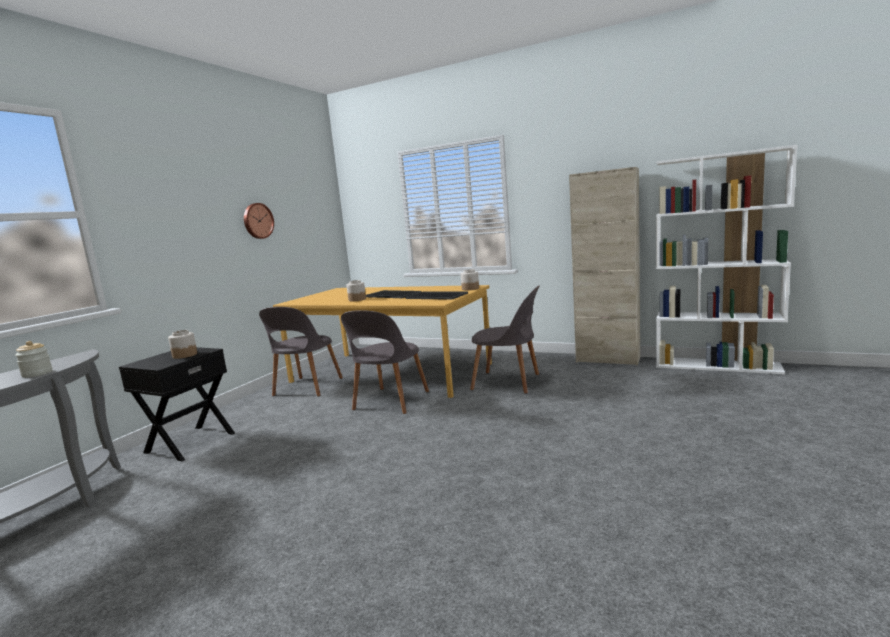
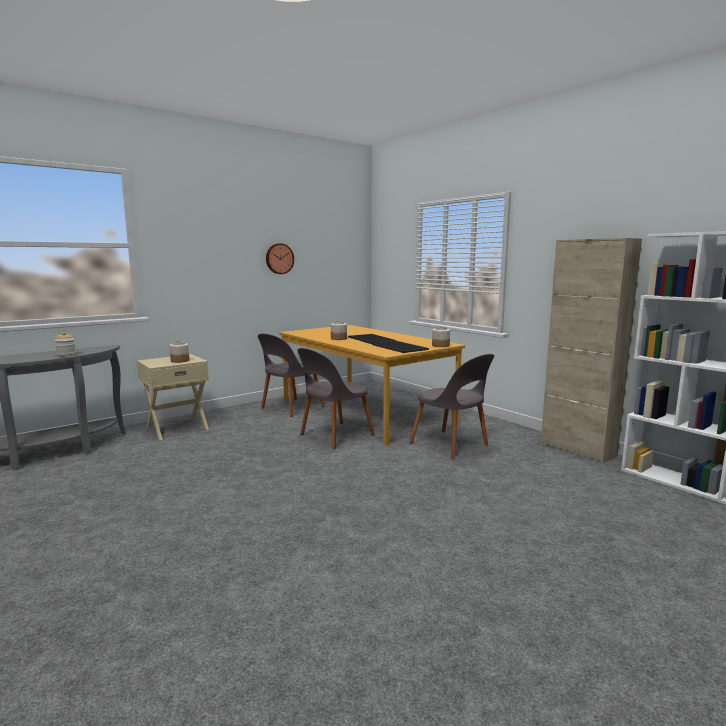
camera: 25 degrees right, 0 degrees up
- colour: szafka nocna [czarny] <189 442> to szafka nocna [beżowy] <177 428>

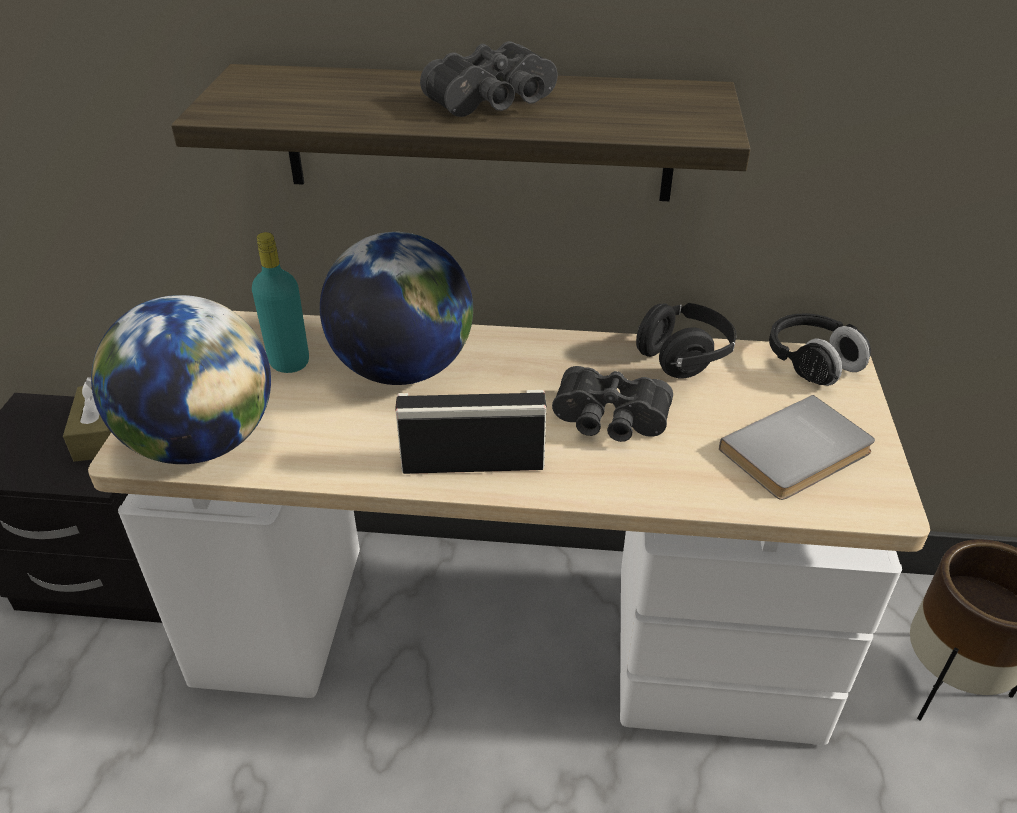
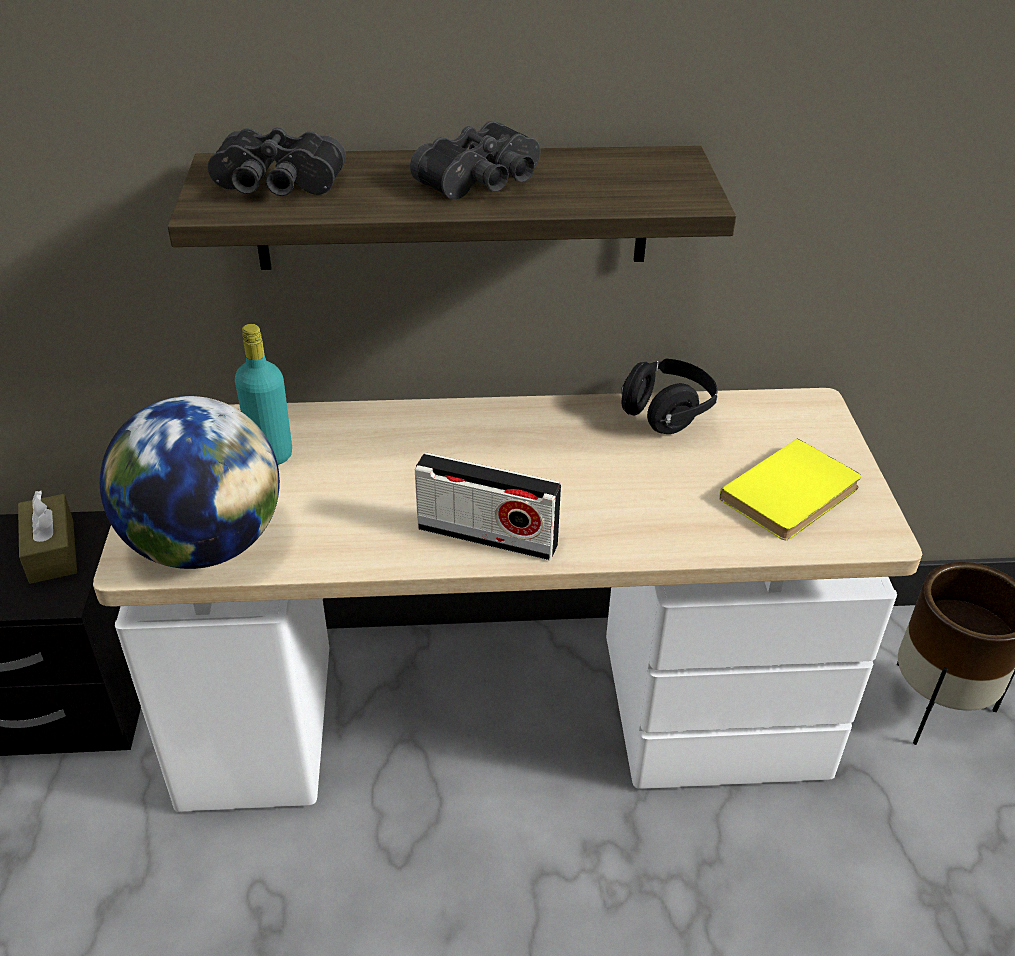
camera: 10 degrees left, 0 degrees up
- missing: globus <402 369>
- missing: słuchawki [czarny] <812 364>
- relocated: lornetka [czarny] <609 421> to <276 186>
- spun: radio <473 462> = <487 536> 150 degrees counterclockwise
- colour: książka [szary] <799 453> to książka [żółty] <794 495>

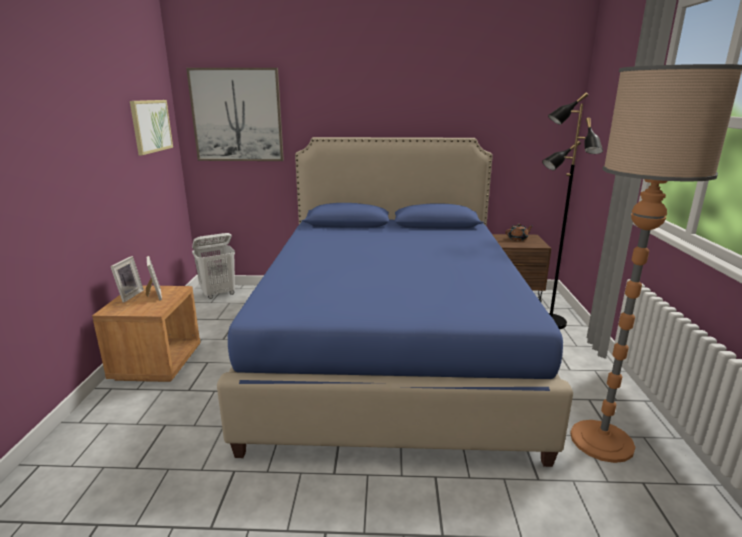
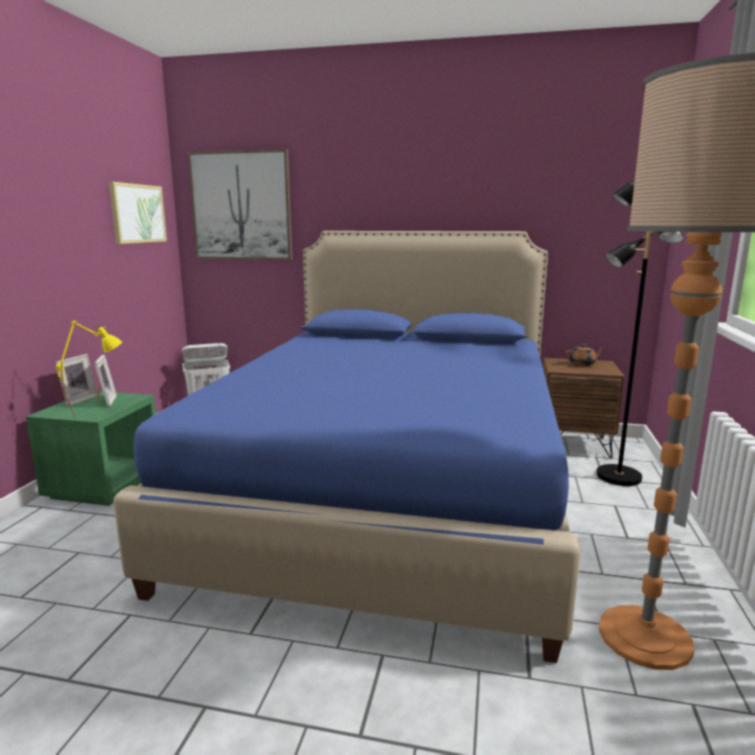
camera: 10 degrees right, 5 degrees down
- colour: szafka nocna [brązowy] <157 363> to szafka nocna [zielony] <105 485>
- appeared: lampa stołowa [żółty] <97 412>

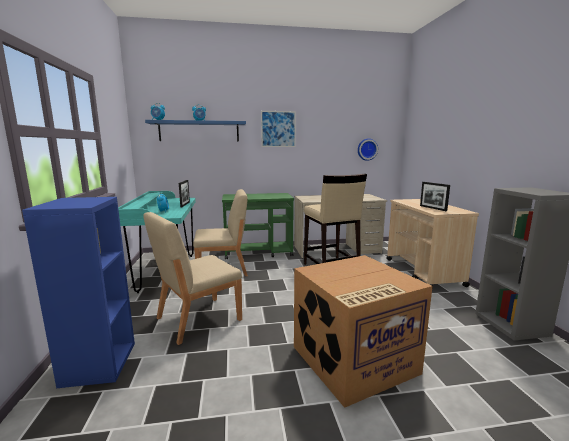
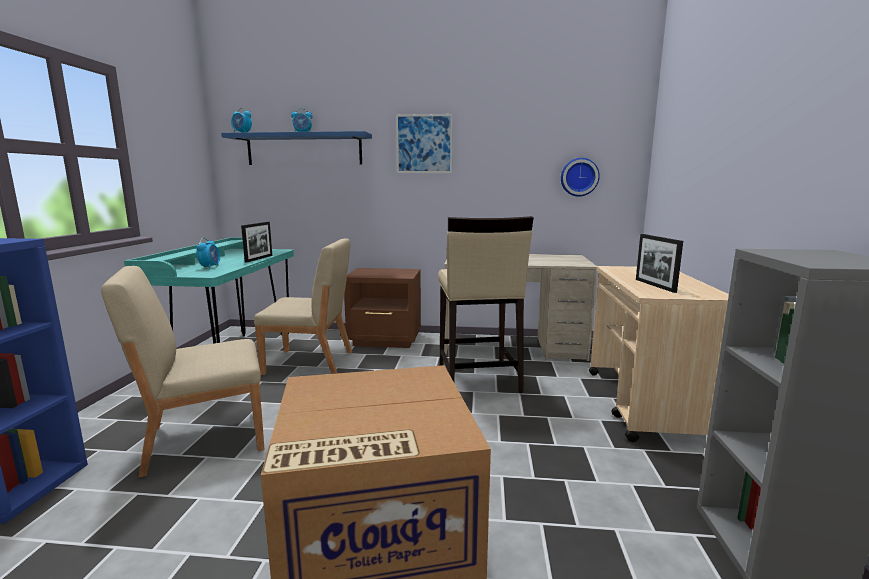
camera: 15 degrees right, 0 degrees up
- exchanged: wózek [zielony] <258 252> to szafka nocna [brązowy] <386 340>

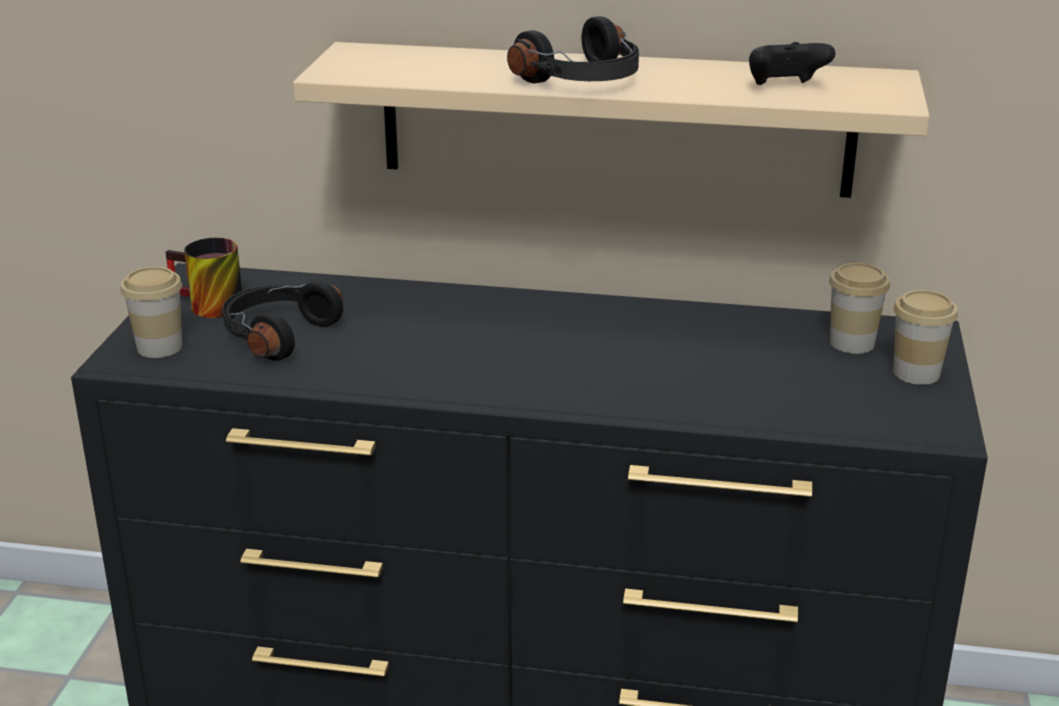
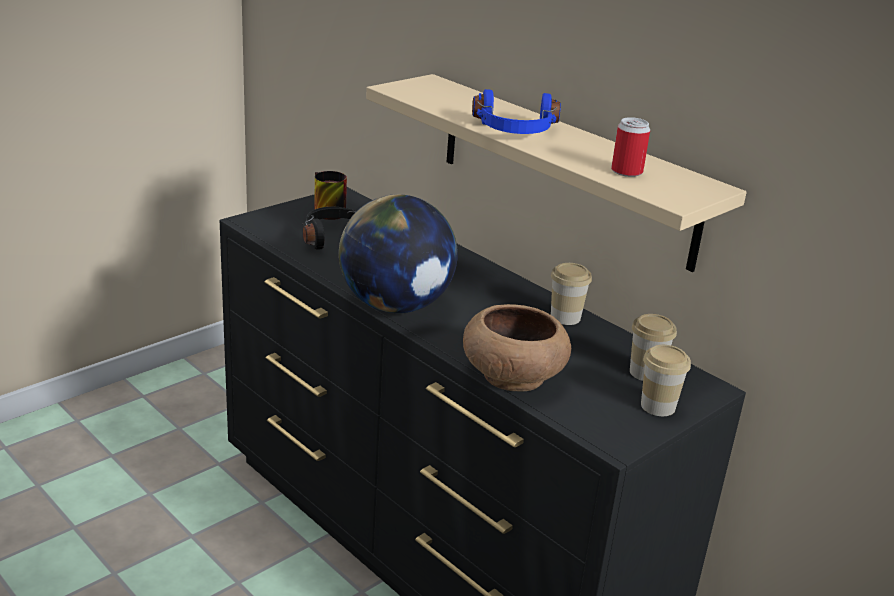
camera: 35 degrees right, 0 degrees up
- colour: słuchawki [czarny] <584 81> to słuchawki [niebieski] <515 131>
- exchanged: pad do gier [czarny] <785 87> to puszka <626 172>
- relocated: filiżanka <159 347> to <565 317>
- appeared: globus <396 305>
- appeared: miska [brązowy] <512 375>

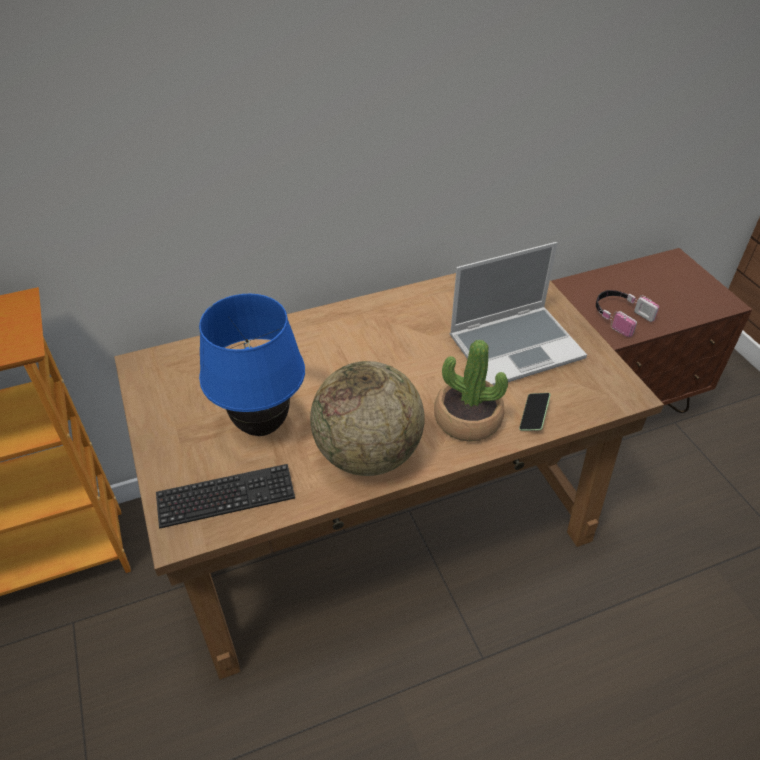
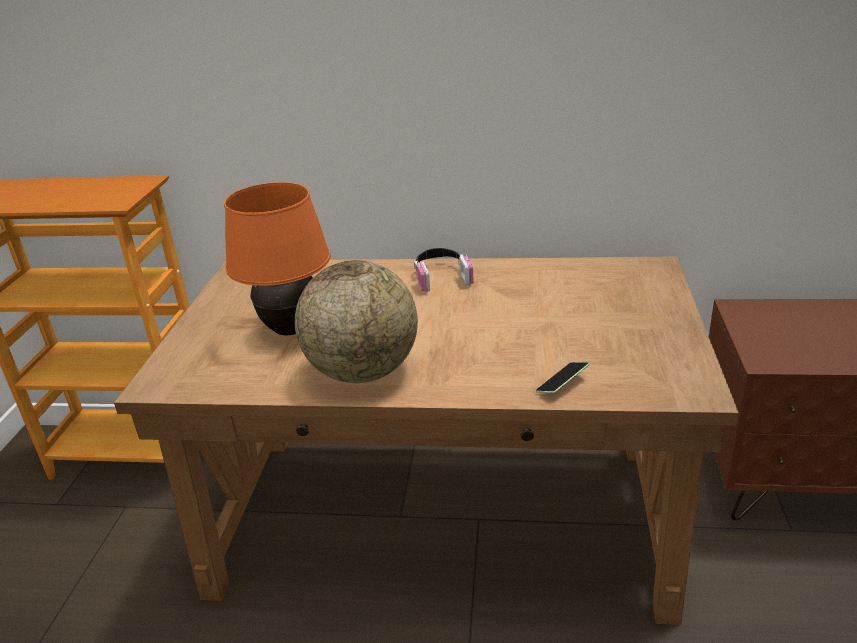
camera: 30 degrees right, 15 degrees down
- missing: laptop <516 346>
- relocated: słuchawki <620 316> to <441 276>
- colour: lampa stołowa [niebieski] <262 426> to lampa stołowa [pomarańczowy] <291 329>
- missing: roślina doniczkowa <467 419>
- missing: klawiatura <226 497>

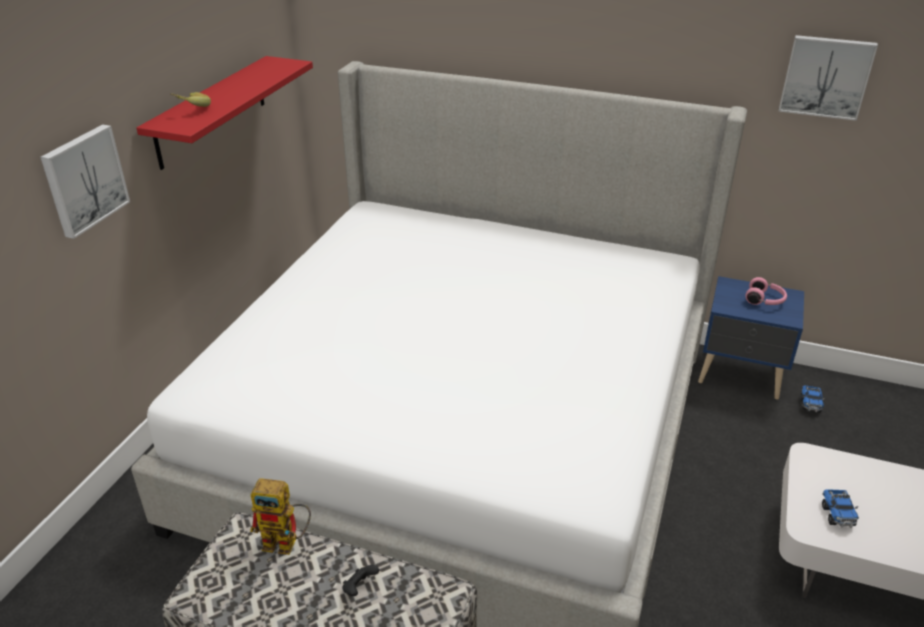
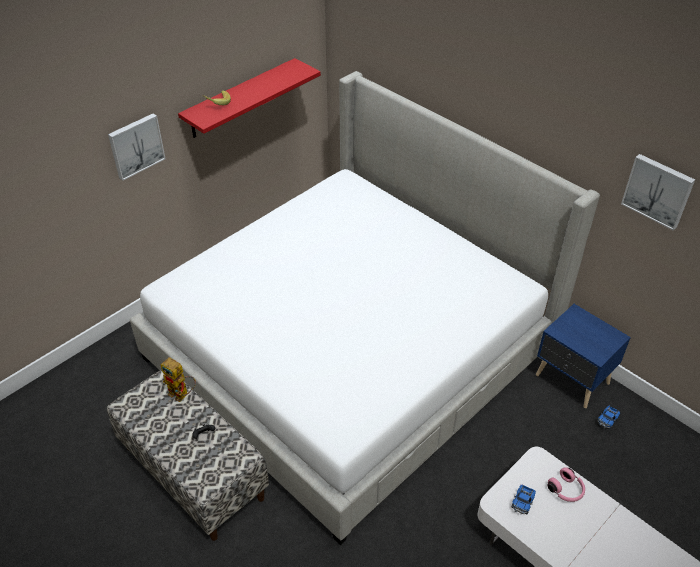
camera: 25 degrees right, 10 degrees up
- relocated: słuchawki [różowy] <765 300> to <566 490>

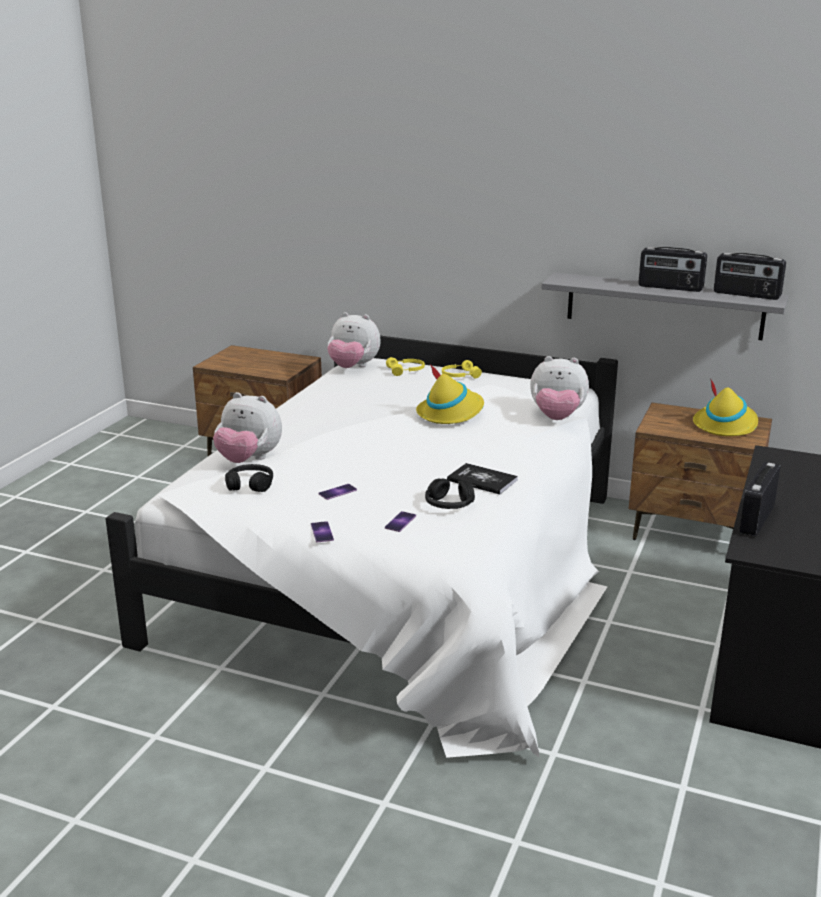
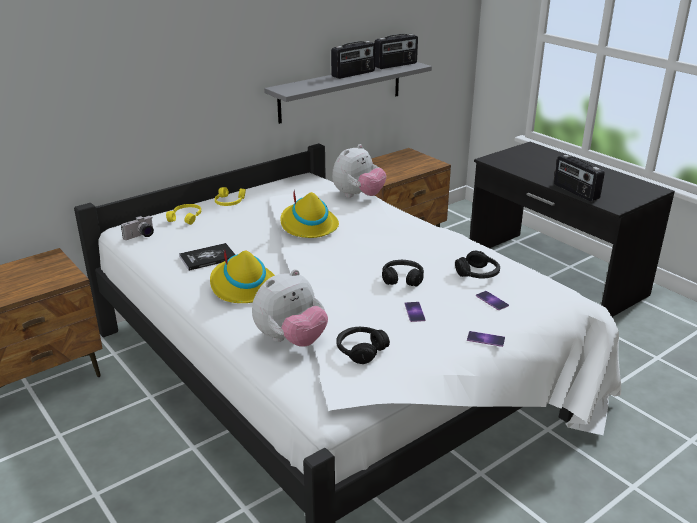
camera: 60 degrees left, 5 degrees up
- exchanged: pluszak <353 367> to aparat fotograficzny <140 236>
- relocated: kapelusz [żółty] <725 425> to <242 286>
- relocated: książka <482 480> to <208 258>
- appeared: słuchawki [czarny] <402 279>

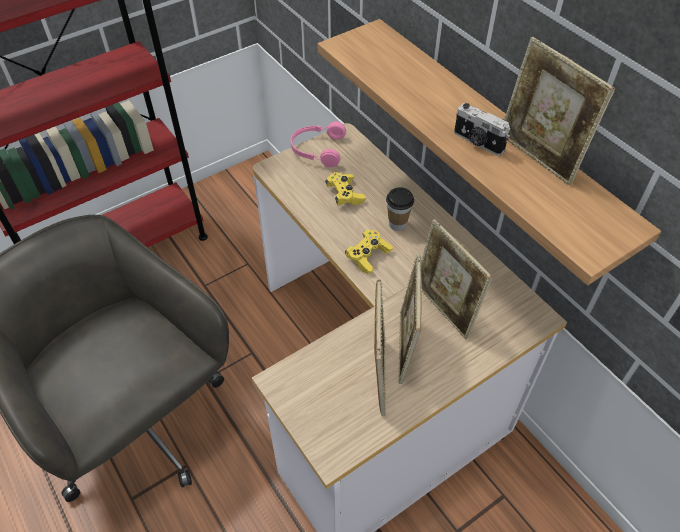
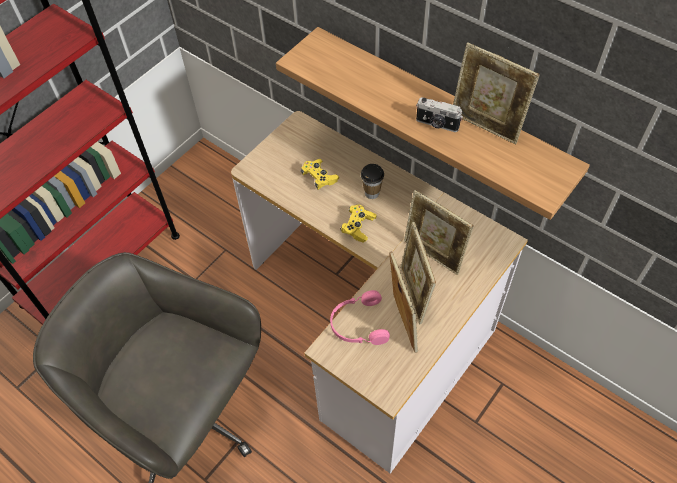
camera: 15 degrees left, 5 degrees up
- relocated: słuchawki [różowy] <317 150> to <358 324>

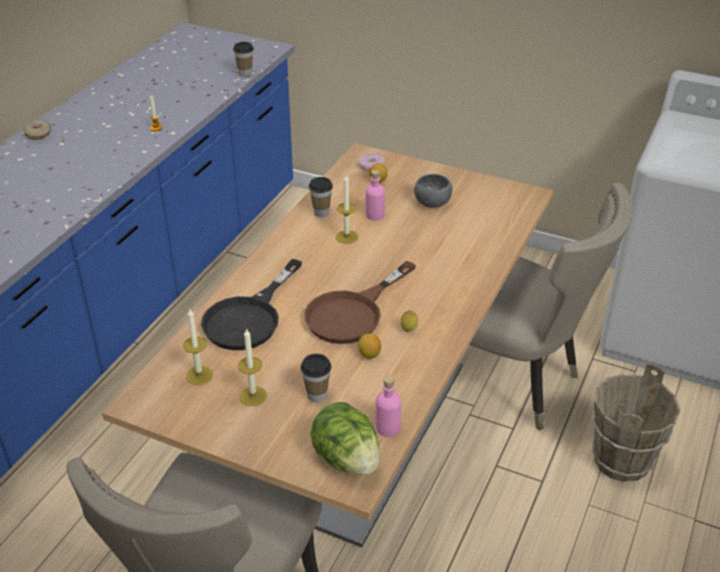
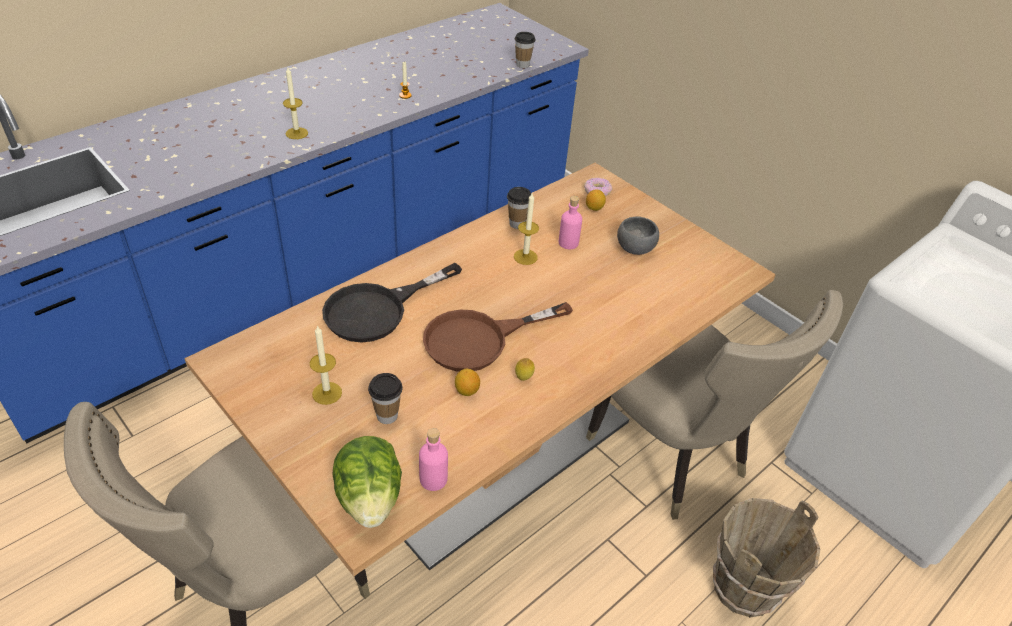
camera: 20 degrees right, 5 degrees up
- missing: donut <38 134>
- relocated: świeca <199 375> to <296 133>

